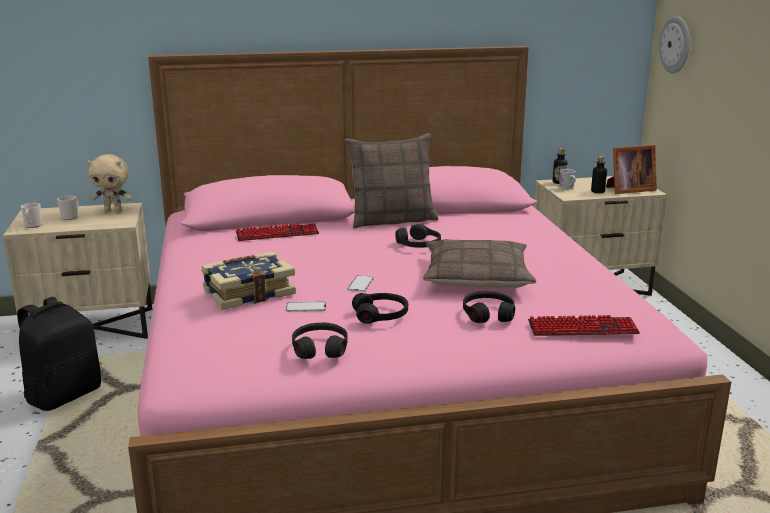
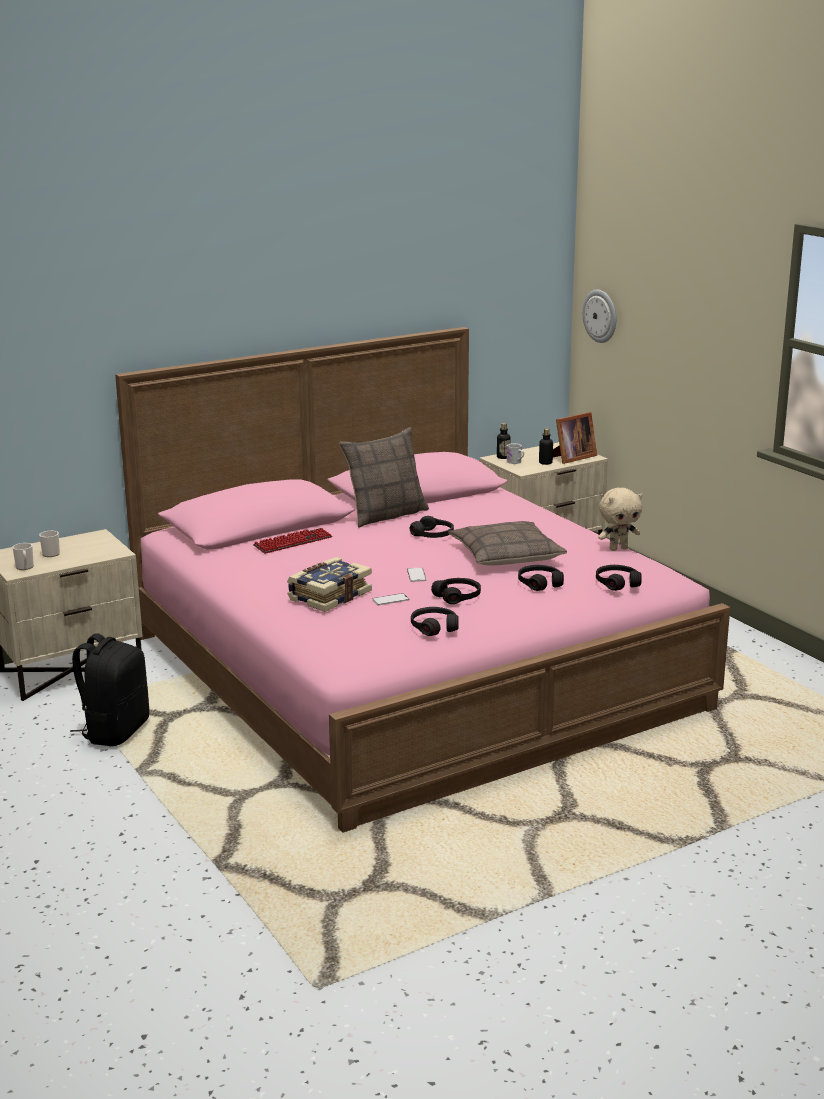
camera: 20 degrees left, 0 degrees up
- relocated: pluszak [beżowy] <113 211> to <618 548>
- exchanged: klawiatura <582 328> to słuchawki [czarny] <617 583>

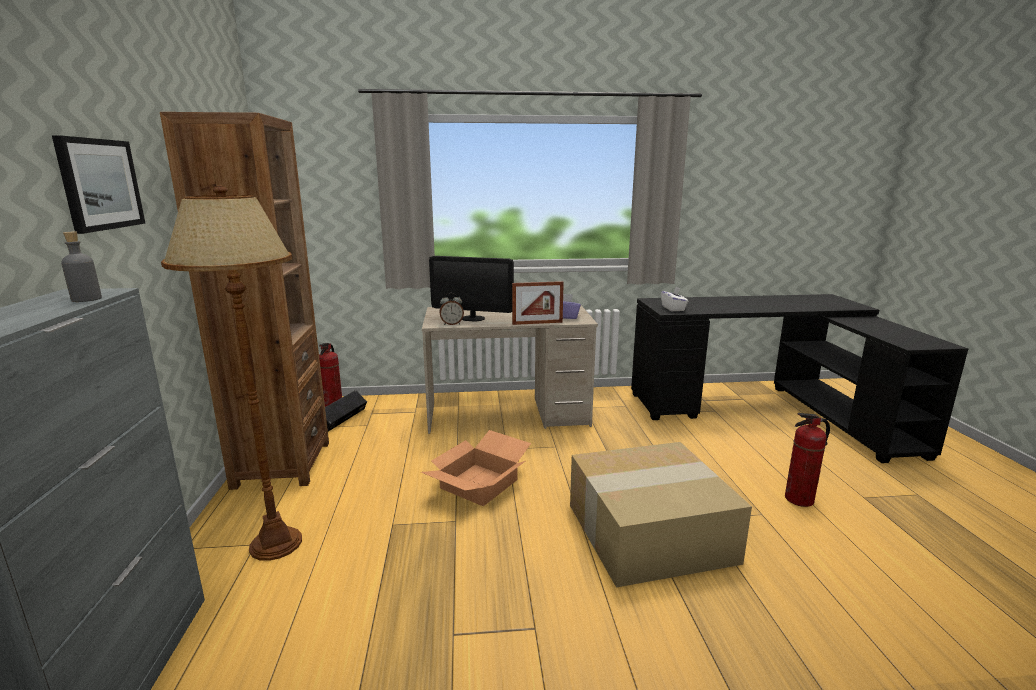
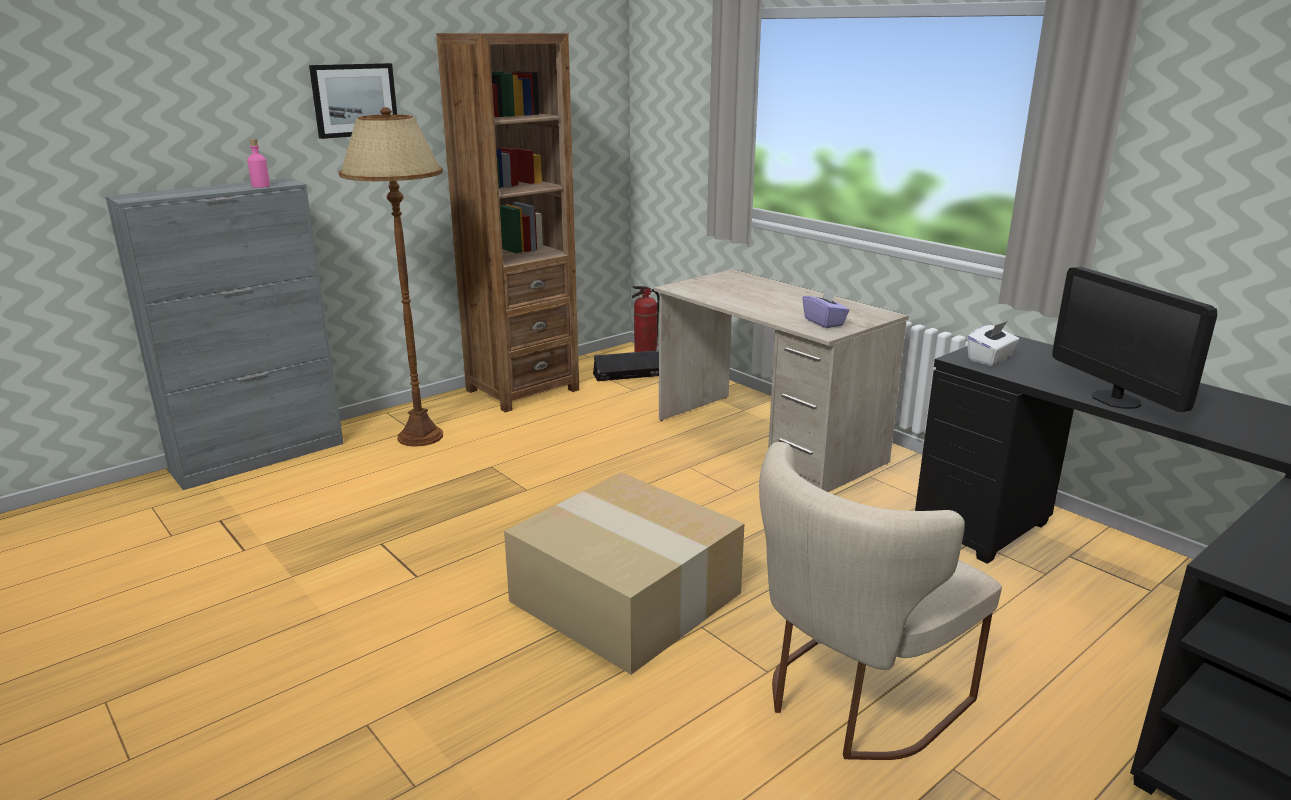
camera: 55 degrees right, 5 degrees up
- colour: butelka [szary] <86 299> to butelka [różowy] <261 186>
- relocated: monitor <473 318> to <1116 399>
- missing: ramka na zdjęcie <537 323>
- missing: budzik <452 324>
- exchanged: gaśnica <799 499> to krzesło [beżowy] <853 700>
- missing: karton <478 483>

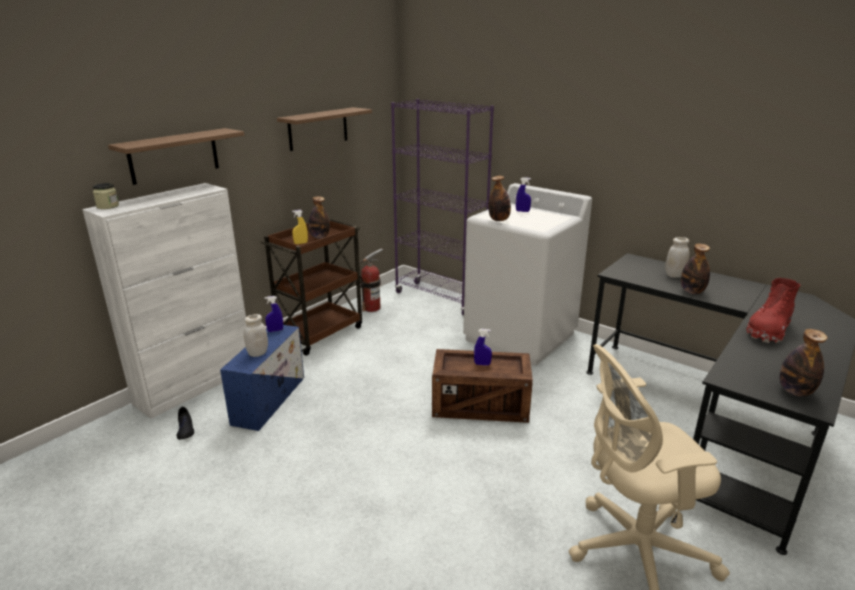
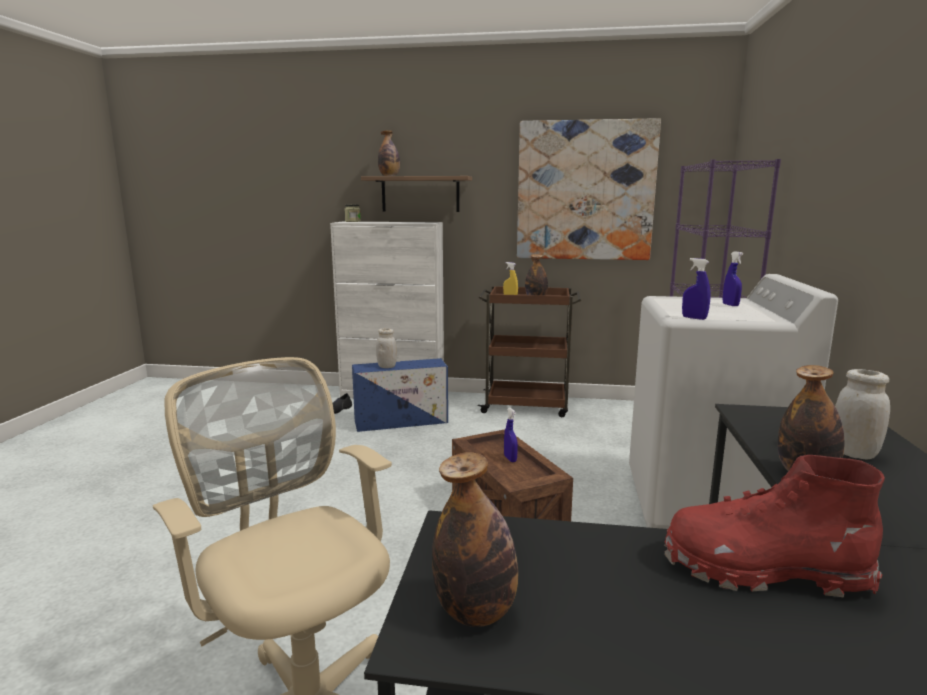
camera: 60 degrees right, 10 degrees down
- exchanged: półka <318 128> to obraz <585 191>
- relocated: butelka <499 220> to <389 176>
- missing: gaśnica <371 308>
- relocated: spryskiwacz [niebieski] <275 330> to <694 318>

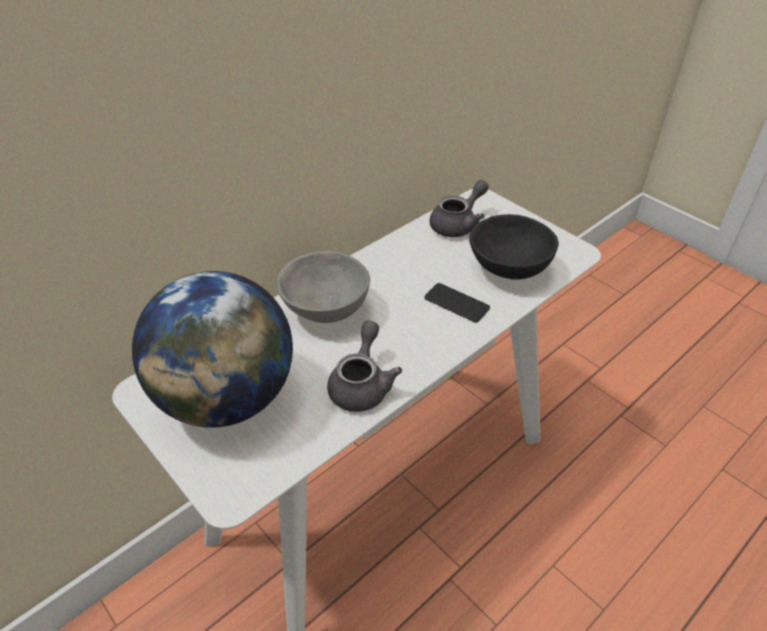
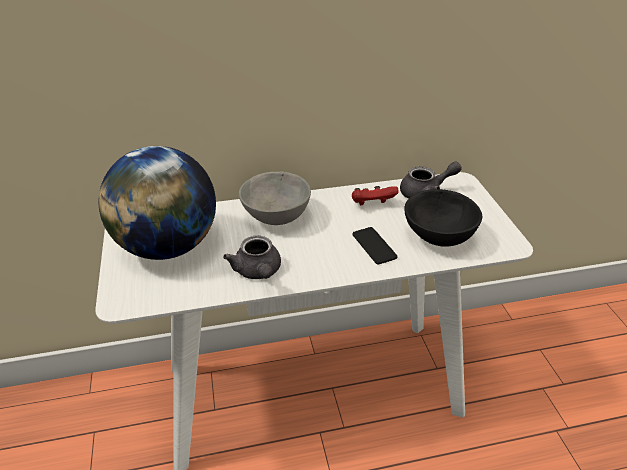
camera: 30 degrees right, 5 degrees down
- spun: imbryk [szary] <362 384> = <258 272> 120 degrees clockwise
- appeared: pad do gier [czerwony] <372 205>

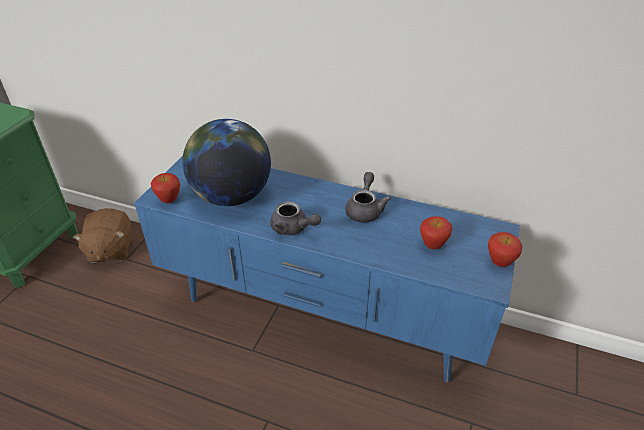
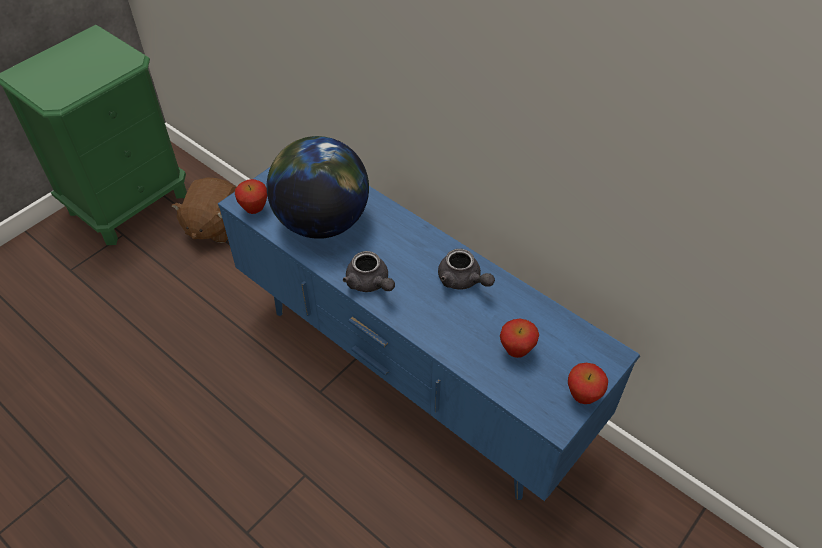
camera: 20 degrees right, 10 degrees up
- spun: imbryk [szary] <365 209> = <463 281> 105 degrees clockwise

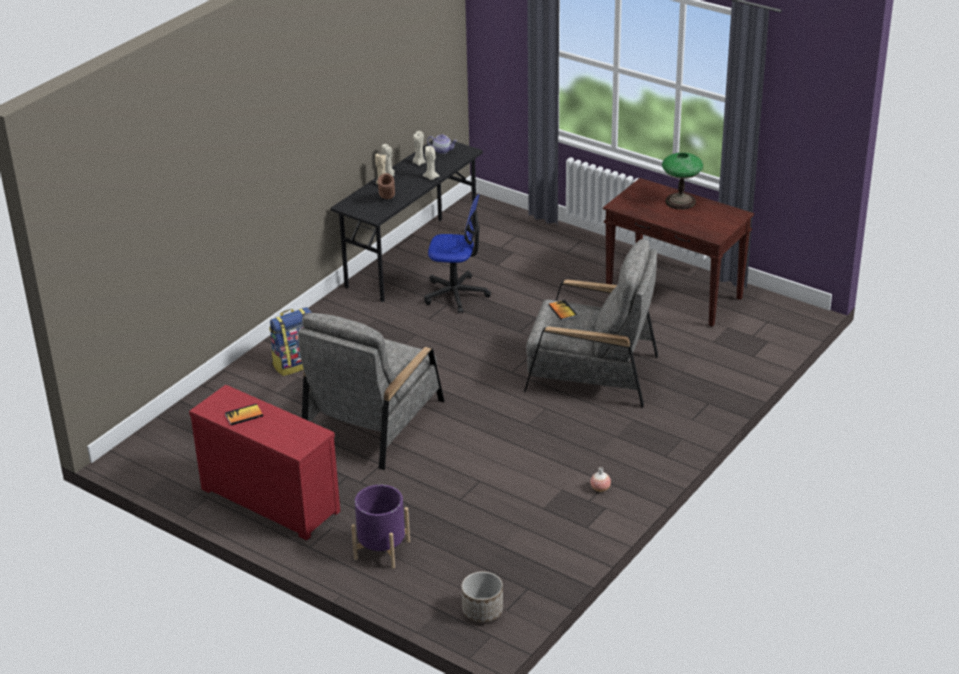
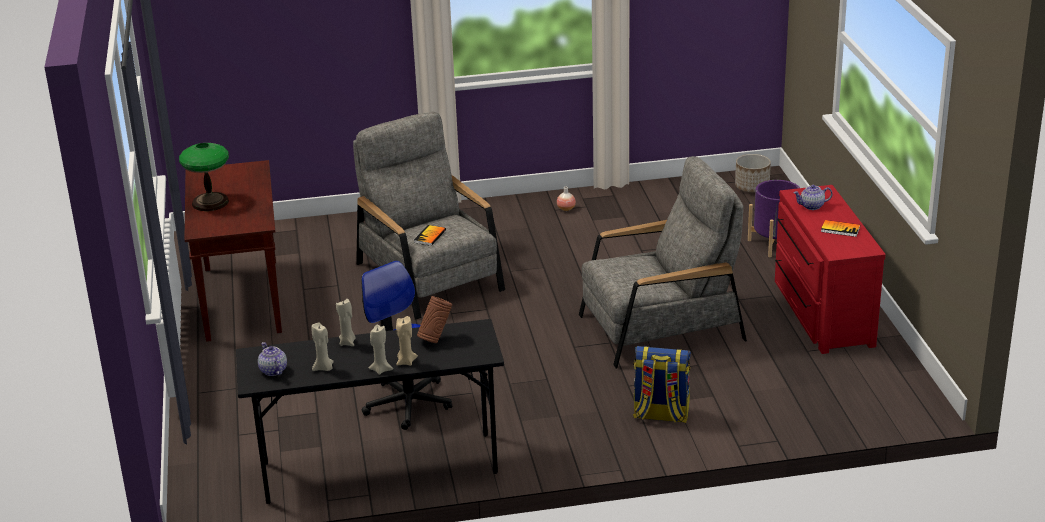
camera: 135 degrees left, 5 degrees down
- appeared: imbryk <812 206>

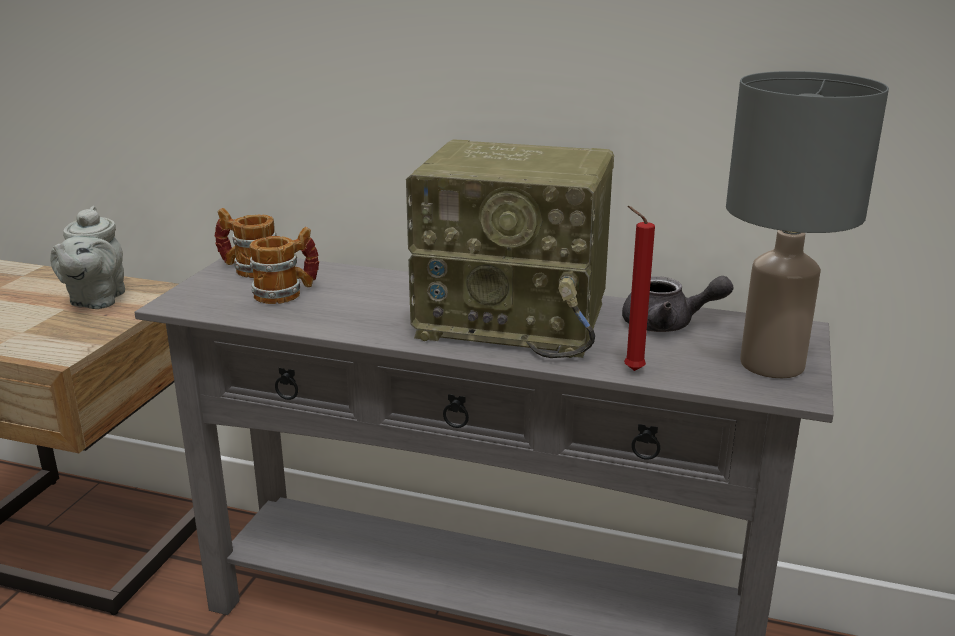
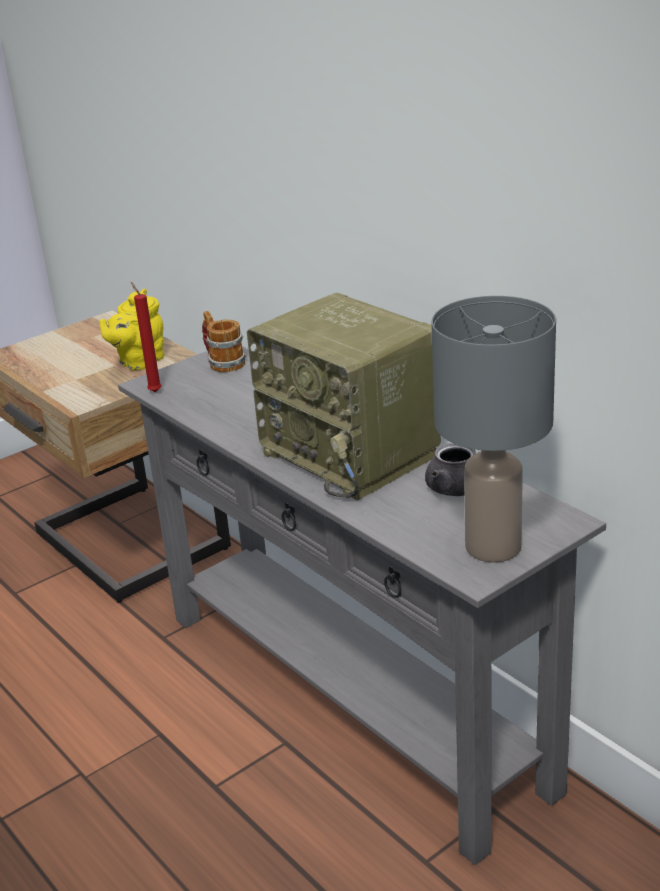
camera: 35 degrees right, 5 degrees up
- colour: imbryk [szary] <95 300> to imbryk [żółty] <139 362>
- relocated: świeca [czerwony] <630 370> to <154 391>
- missing: kubek <287 293>

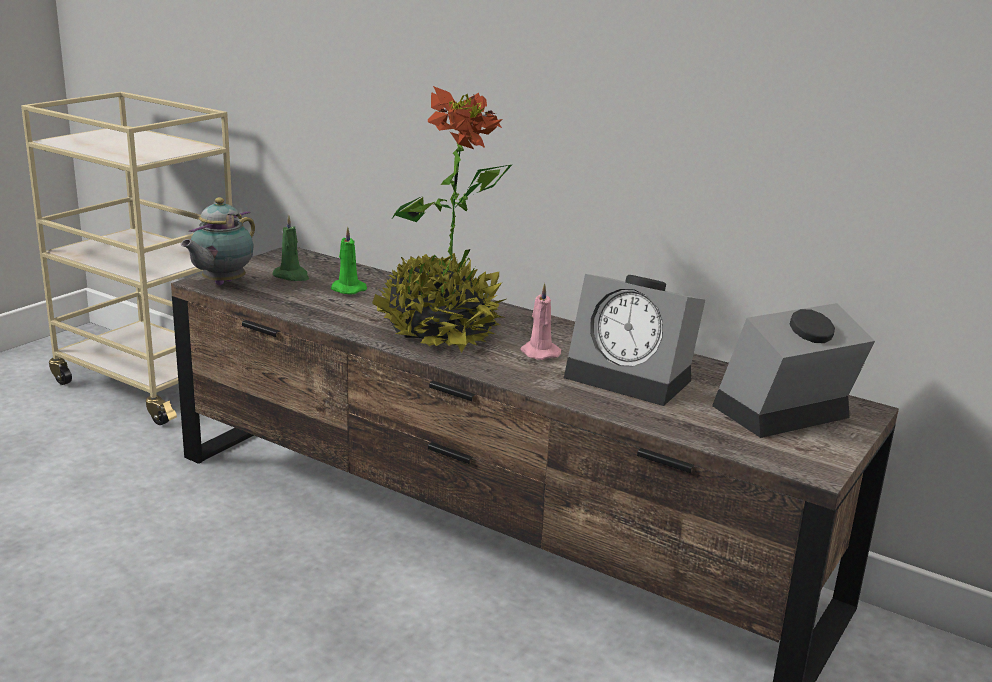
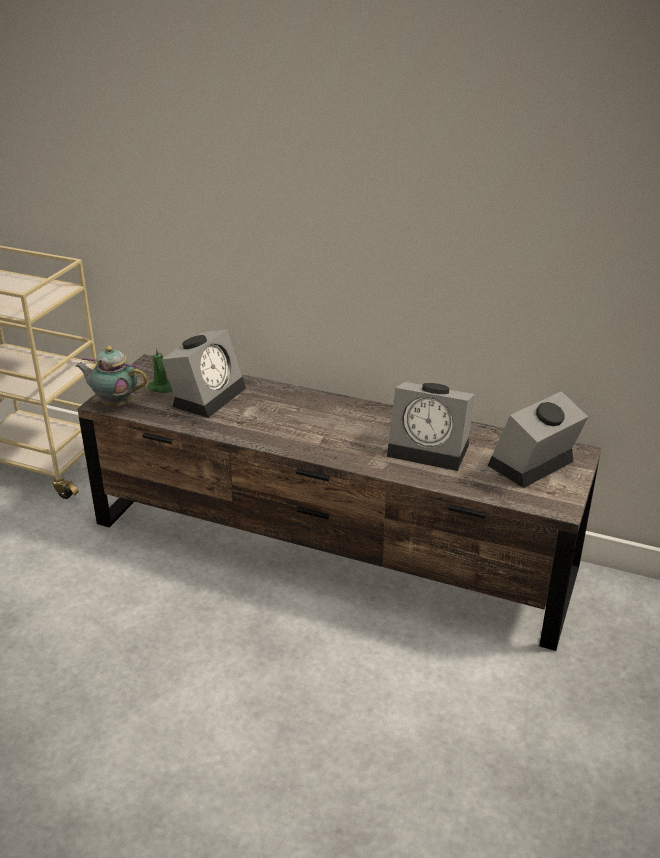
camera: 10 degrees left, 10 degrees up
- missing: roślina doniczkowa <440 330>
- spun: imbryk <221 284> = <115 403> 90 degrees clockwise
- exchanged: świeca [zielony] <347 289> to budzik <207 395>
- missing: świeca [różowy] <539 352>

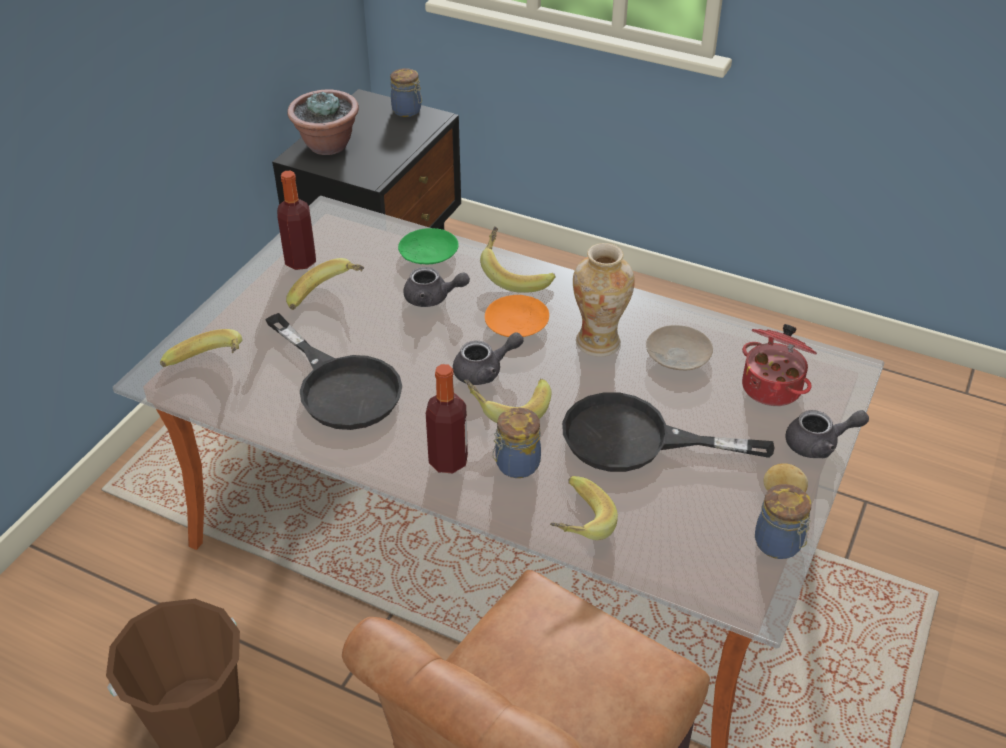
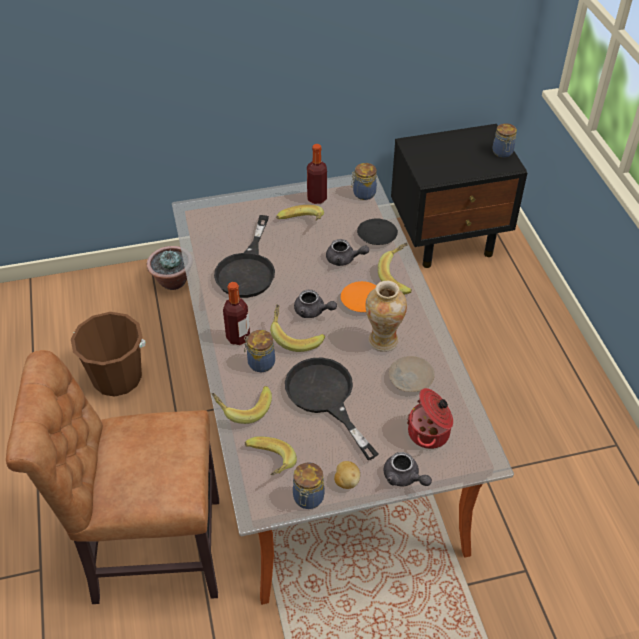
camera: 50 degrees right, 5 degrees up
- relocated: roślina doniczkowa <327 146> to <172 281>
- colour: talerz [zielony] <428 253> to talerz [czarny] <376 235>
- spun: imbryk [szary] <433 298> = <344 259> 45 degrees counterclockwise
- relocated: banan <208 367> to <268 465>
- appeared: słoik <363 193>

